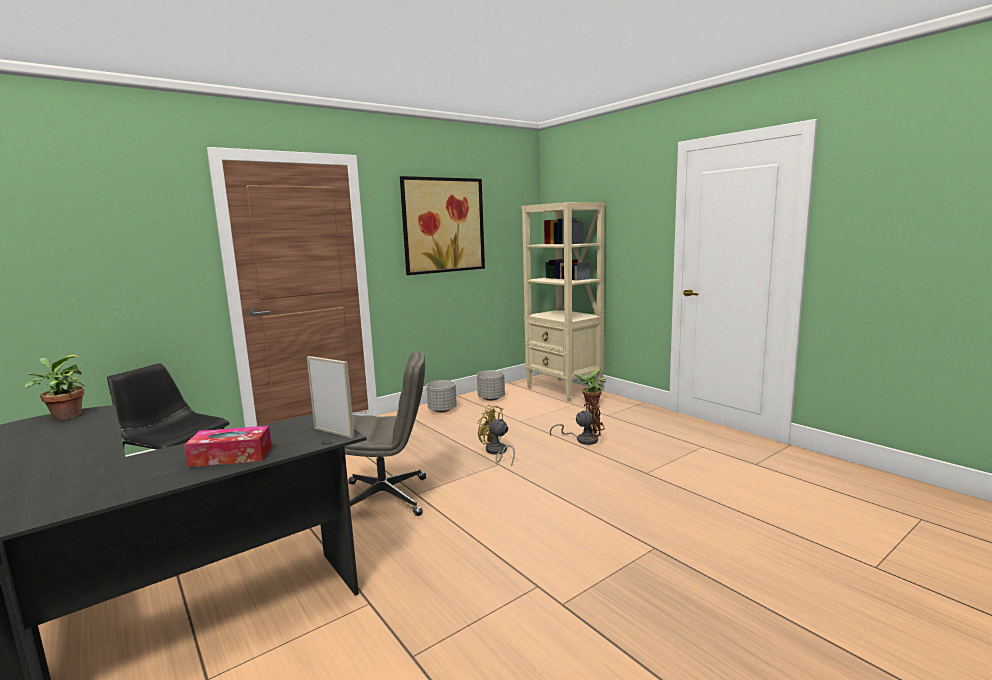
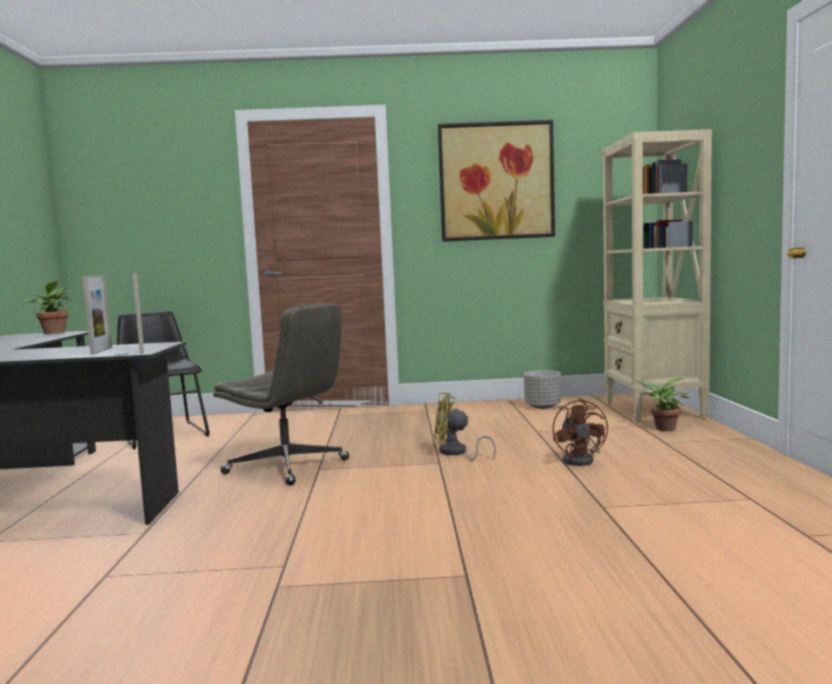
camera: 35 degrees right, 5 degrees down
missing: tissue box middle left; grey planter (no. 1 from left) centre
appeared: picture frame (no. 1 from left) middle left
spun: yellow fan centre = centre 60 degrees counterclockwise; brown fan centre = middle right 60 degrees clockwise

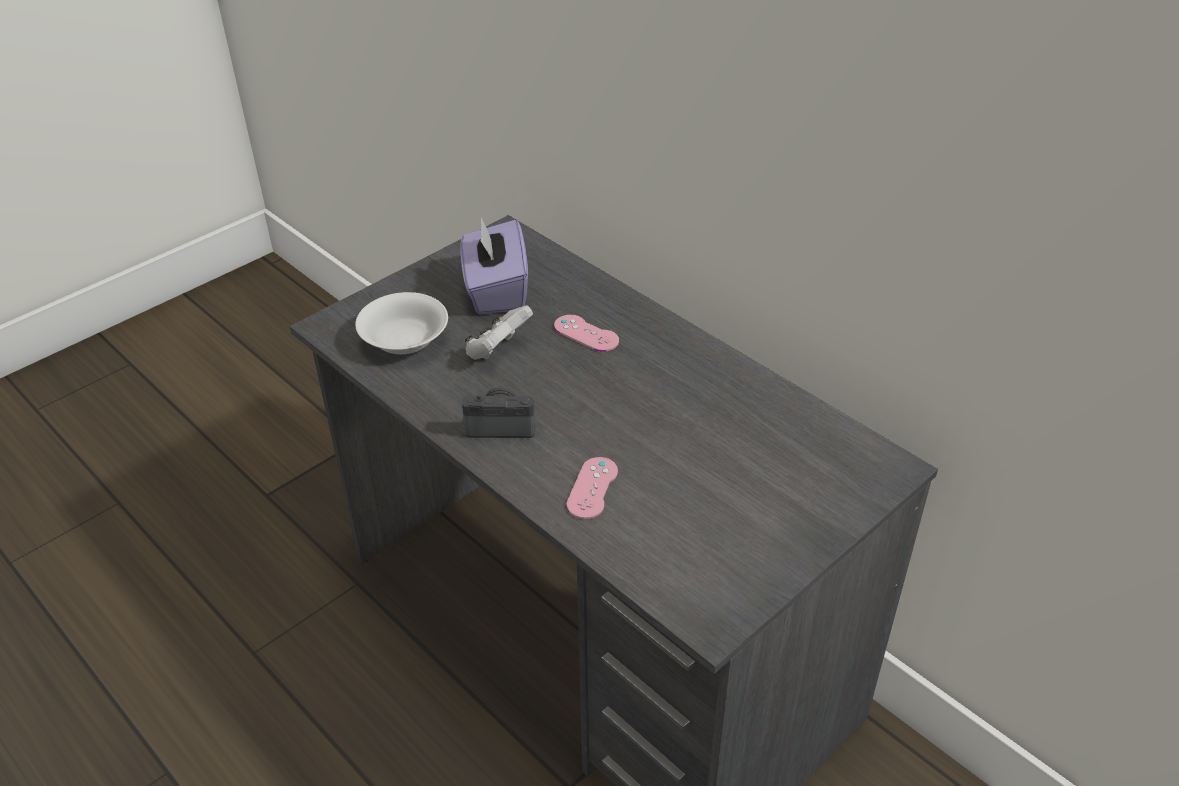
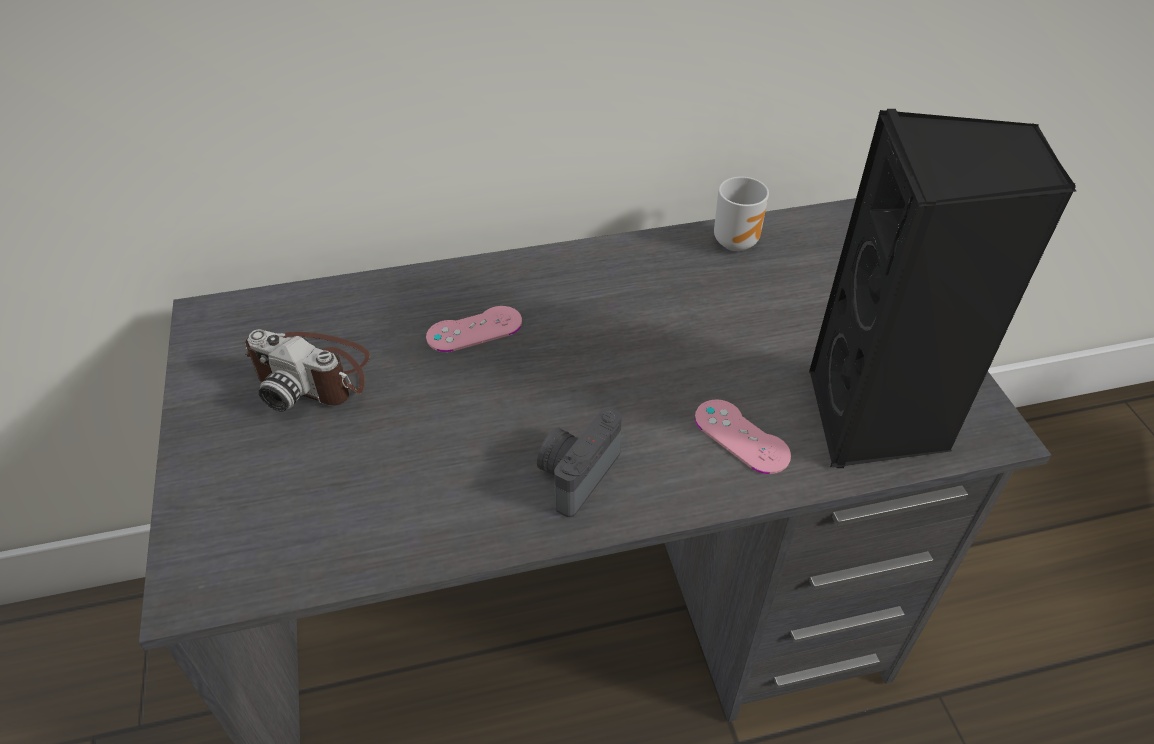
camera: 60 degrees left, 5 degrees up
missing: white bowl centre; white game controller centre
appeared: mug top centre; black speaker middle right
exchanged: purple tissue box centre to photo camera (no. 1 from left) middle left

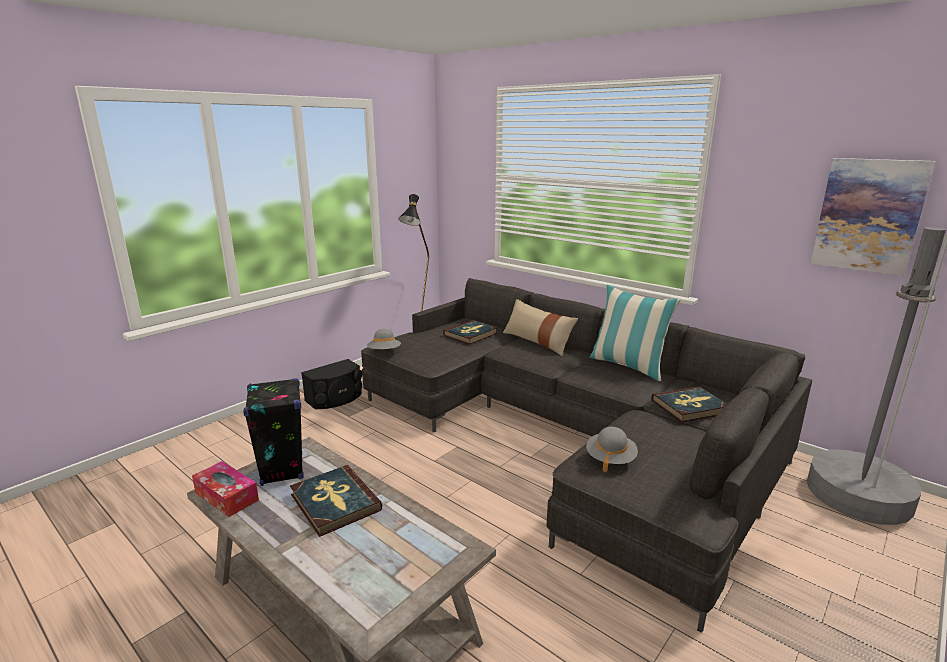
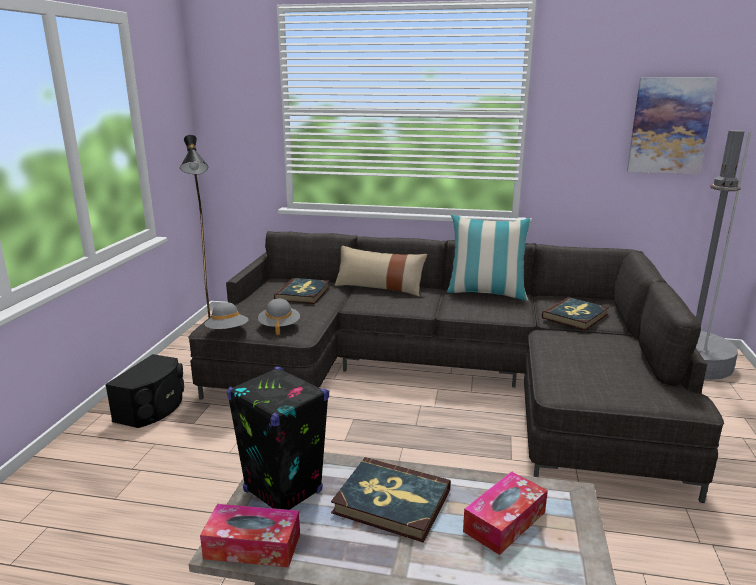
camera: 30 degrees left, 0 degrees up
appeared: tissue box (no. 2 from left) bottom right
relocated: grey hat (no. 2 from left) bottom centre to centre

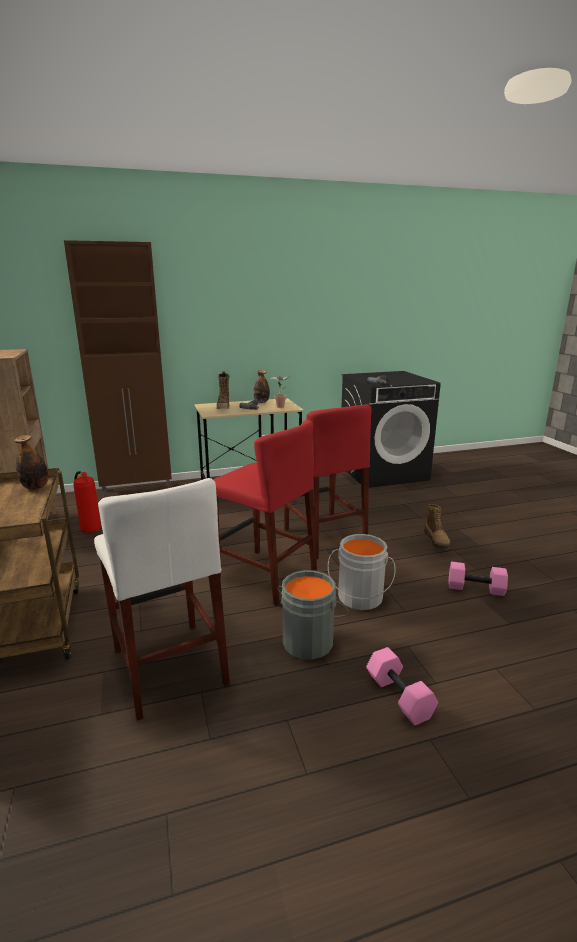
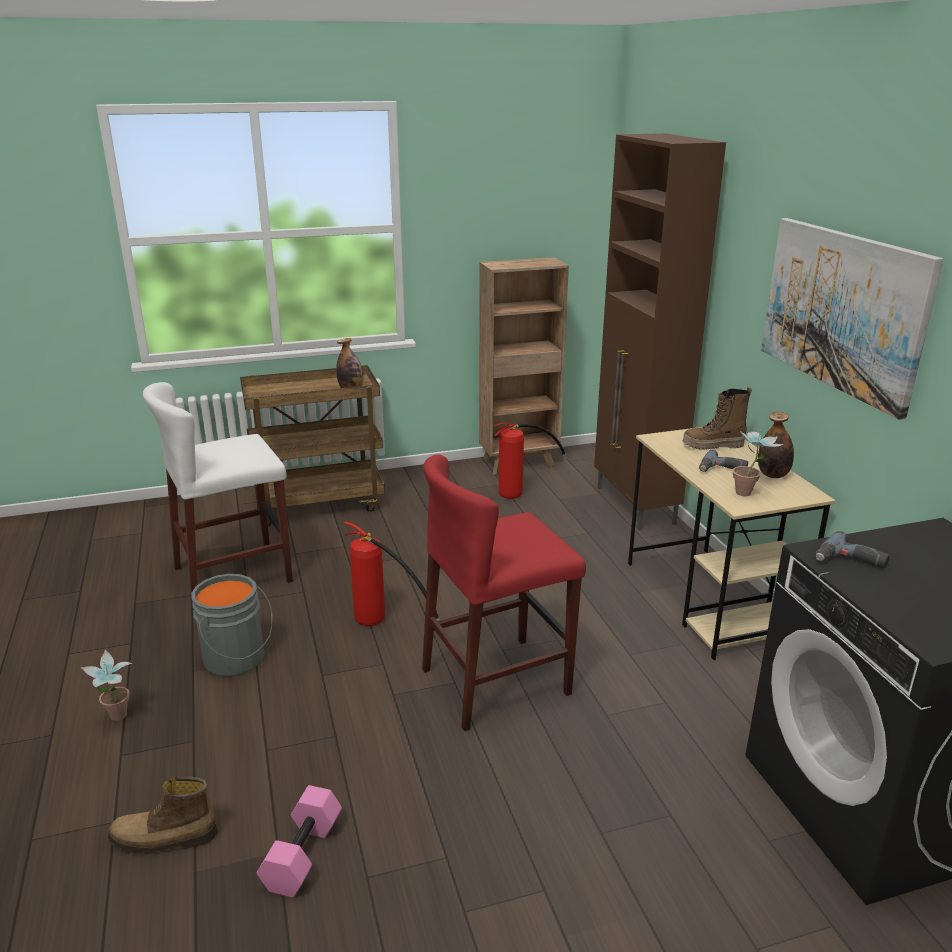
camera: 90 degrees right, 5 degrees up
missing: grey bucket (no. 2 from left) centre
appeared: picture middle right
relocated: boot (no. 2 from left in the first image) middle right to boot (no. 1 from left) bottom left
exchanged: red stool (no. 1 from left) centre to fire extinguisher (no. 1 from left) centre; pink dumbbell (no. 1 from left) bottom right to potted plant (no. 1 from left) bottom left

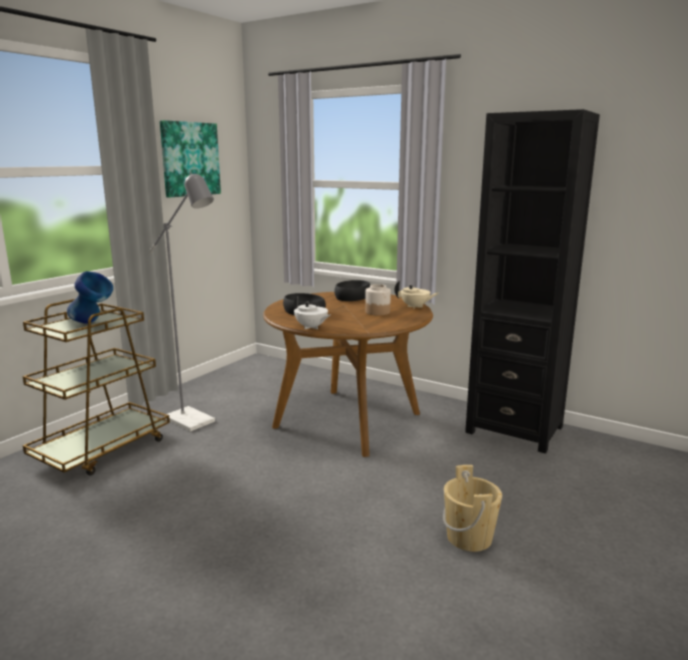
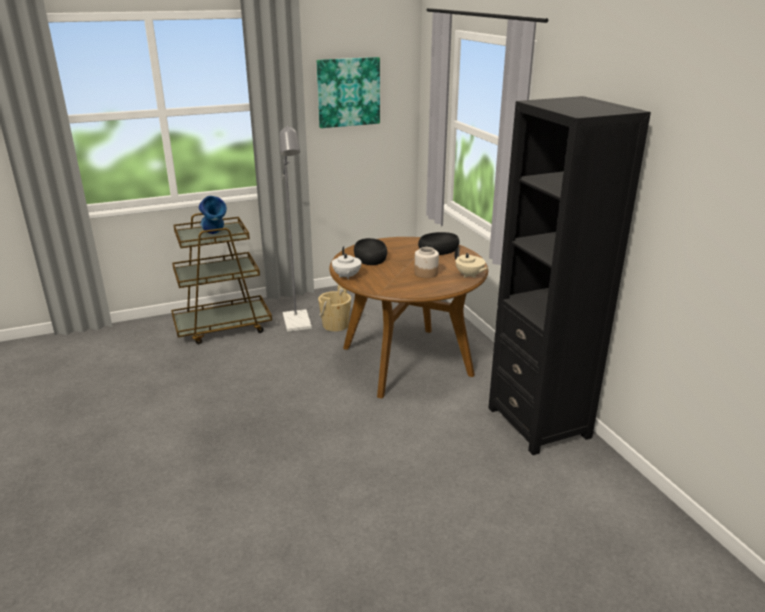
camera: 35 degrees right, 10 degrees up
relocated: beige bucket bottom right to centre

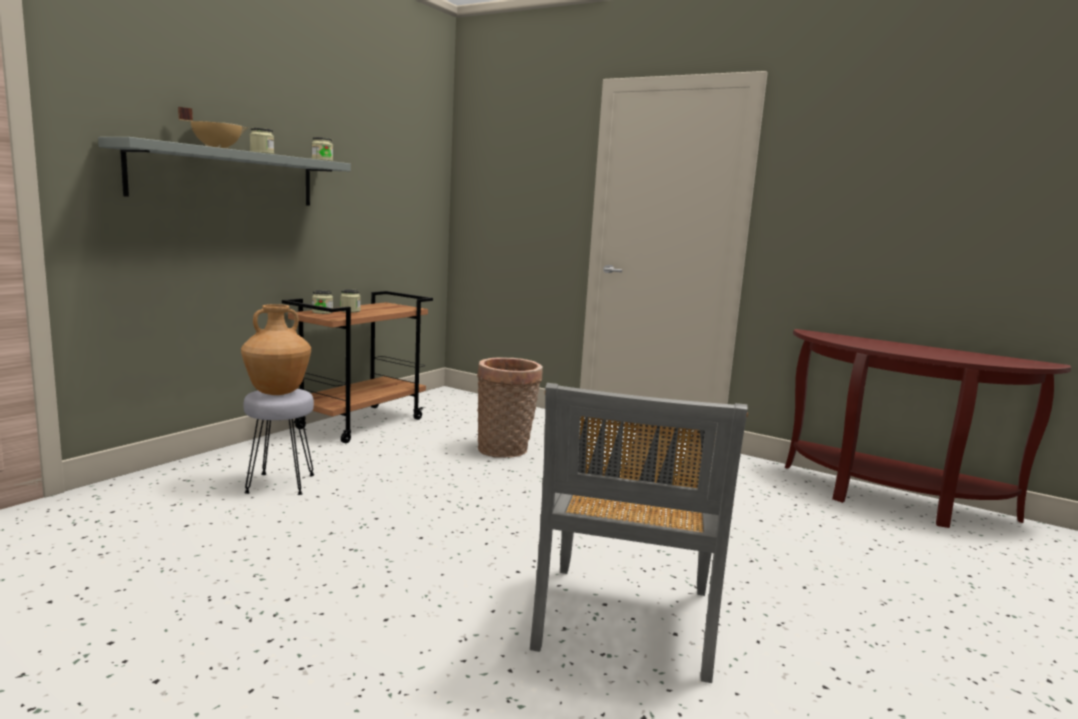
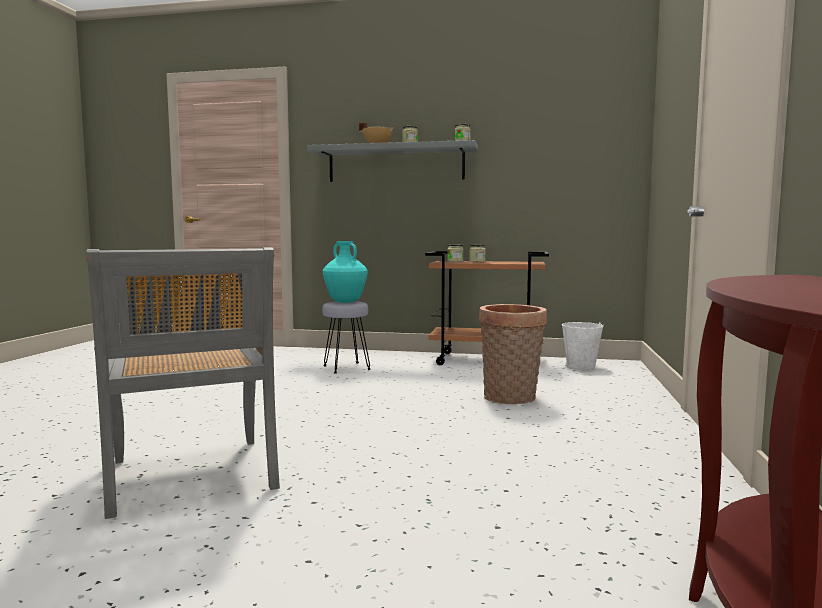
camera: 70 degrees right, 5 degrees down
appeared: white bucket middle right
colour: brown vase middle left to turquoise vase centre
spun: grey chair bottom centre = middle left 105 degrees counterclockwise

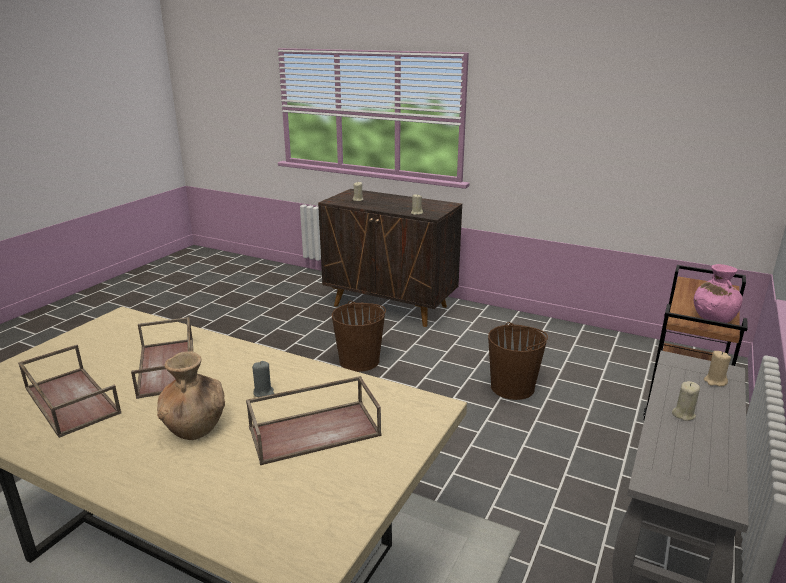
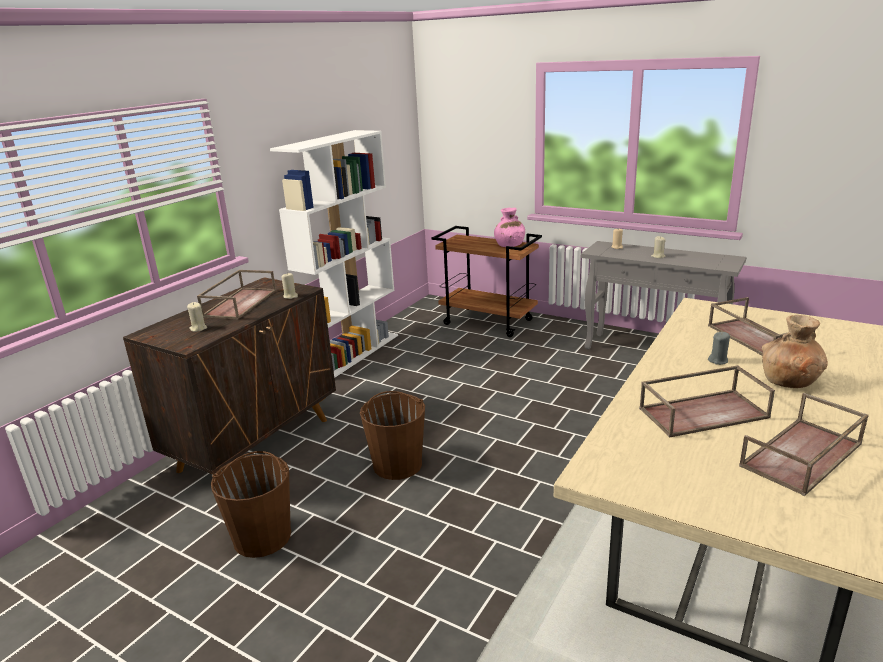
camera: 85 degrees left, 0 degrees up
appeared: brown tray (no. 1 from left) middle left; white bookcase centre
relocated: brown bucket (no. 2 from left in the first image) centre to brown bucket (no. 1 from left) bottom left

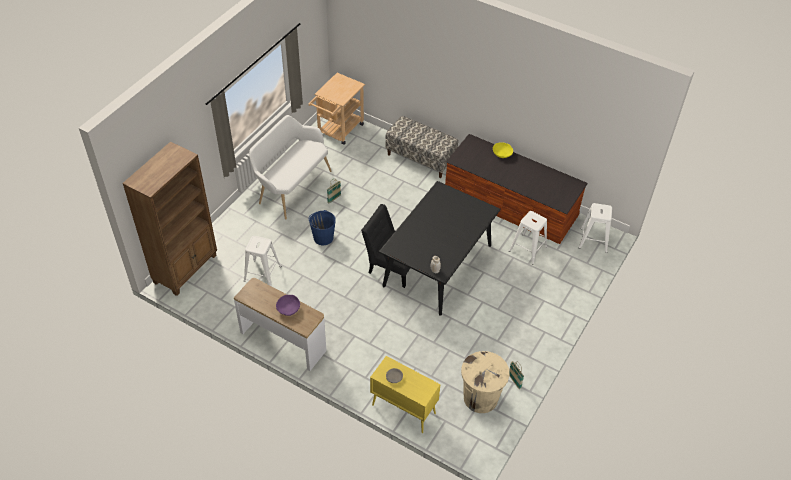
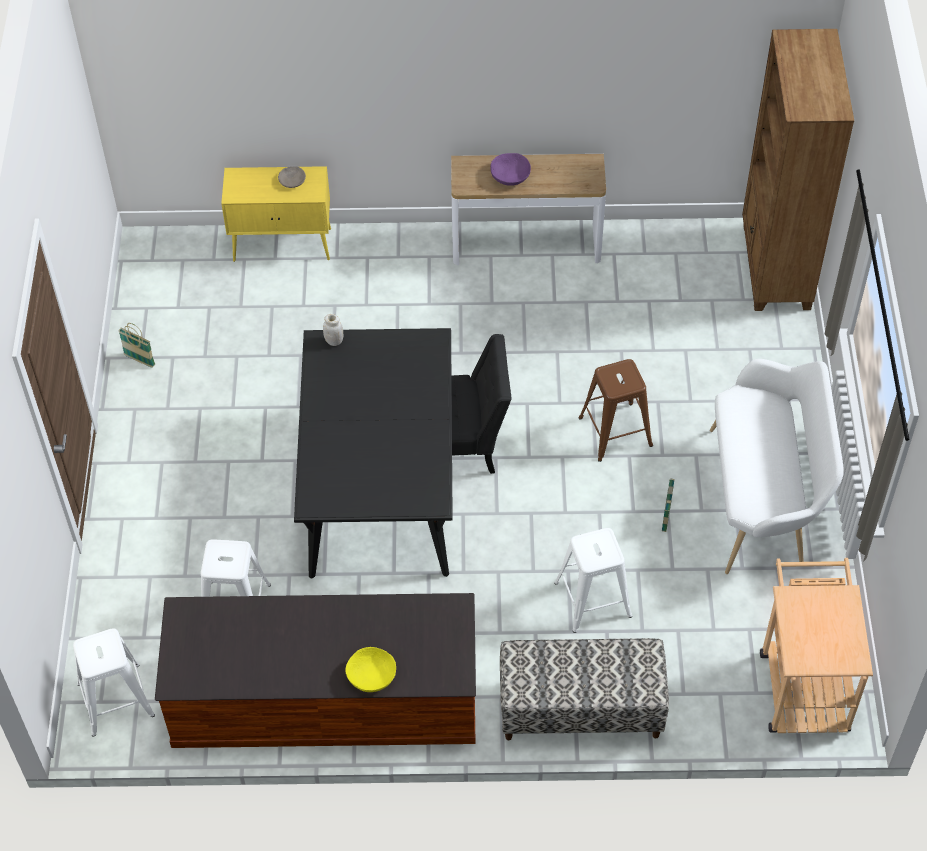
camera: 150 degrees right, 5 degrees up
missing: beige trash can bottom centre
relocated: white stool (no. 1 from left in the first image) middle left to white stool (no. 3 from left) bottom centre
exchanged: blue bucket centre to brown stool centre

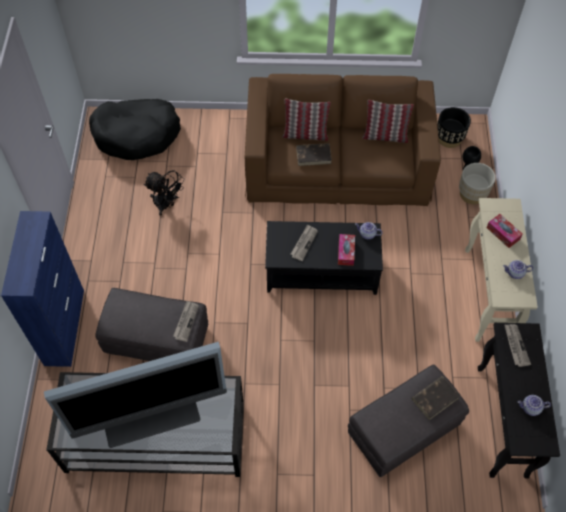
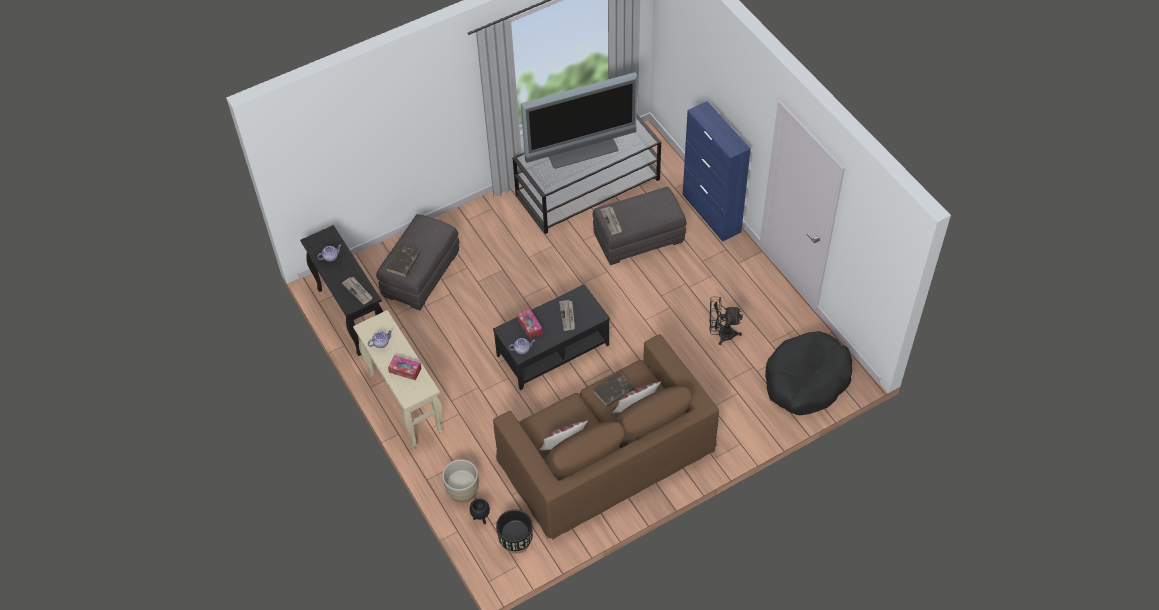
camera: 150 degrees right, 5 degrees down
spun: television bottom left = top centre 150 degrees counterclockwise

